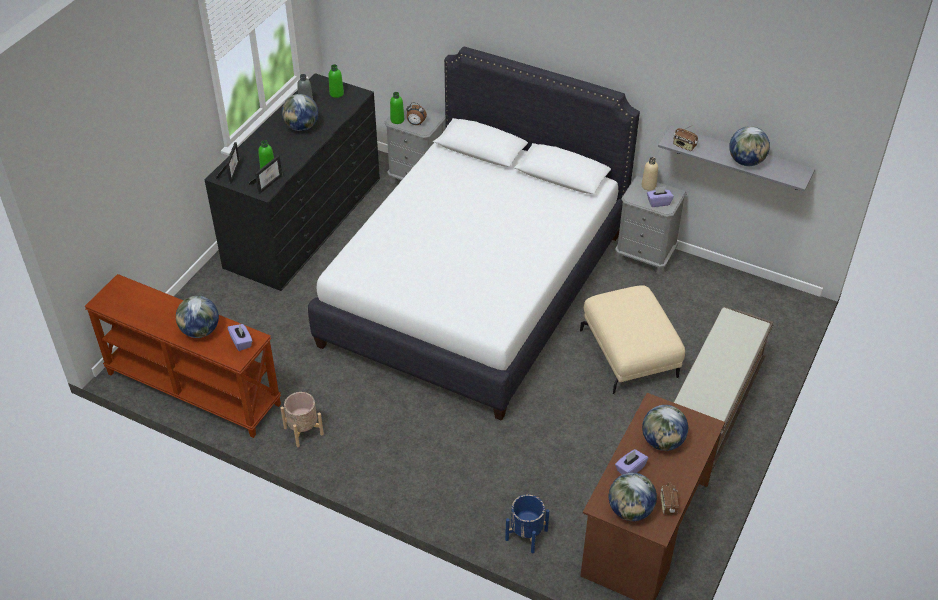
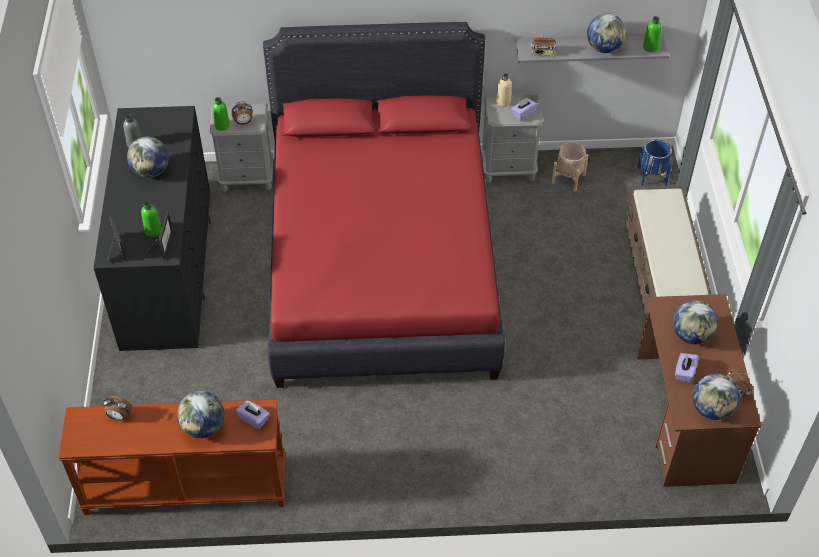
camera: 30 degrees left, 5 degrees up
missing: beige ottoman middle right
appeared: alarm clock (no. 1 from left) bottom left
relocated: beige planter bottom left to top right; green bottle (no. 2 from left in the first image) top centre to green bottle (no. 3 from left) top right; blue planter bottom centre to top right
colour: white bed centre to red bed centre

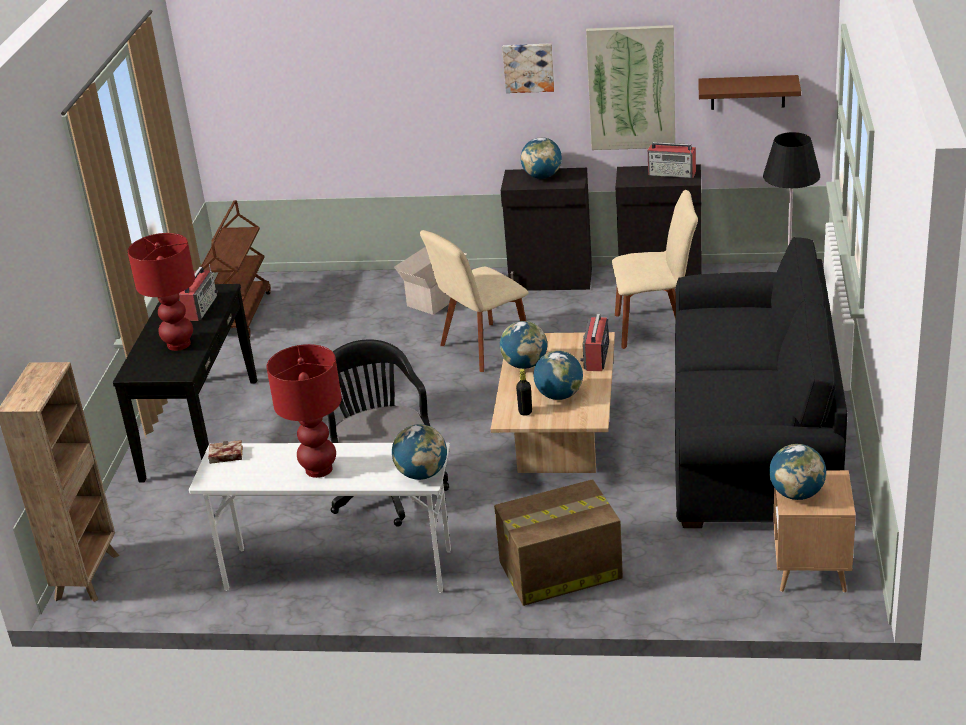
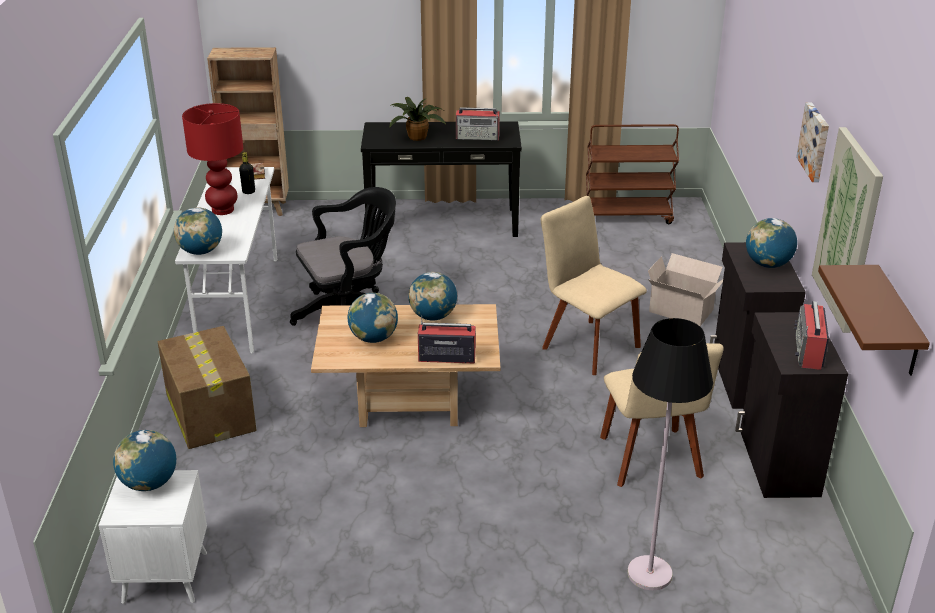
camera: 80 degrees right, 0 degrees up
missing: black sofa middle right
relocated: black bottle centre to top left
exchanged: red table lamp (no. 1 from left) middle left to potted plant top centre
colour: brown side table bottom right to white side table bottom left

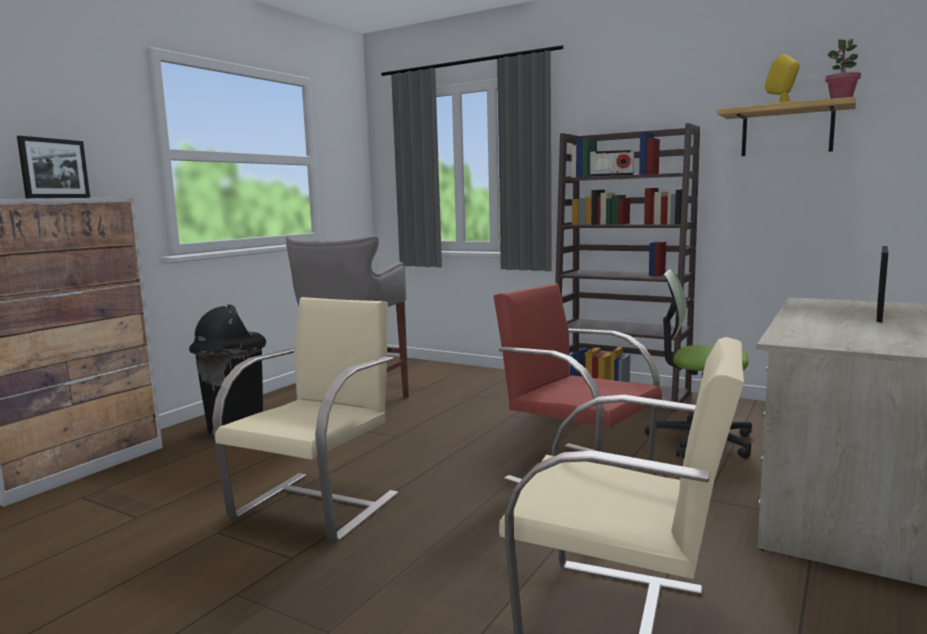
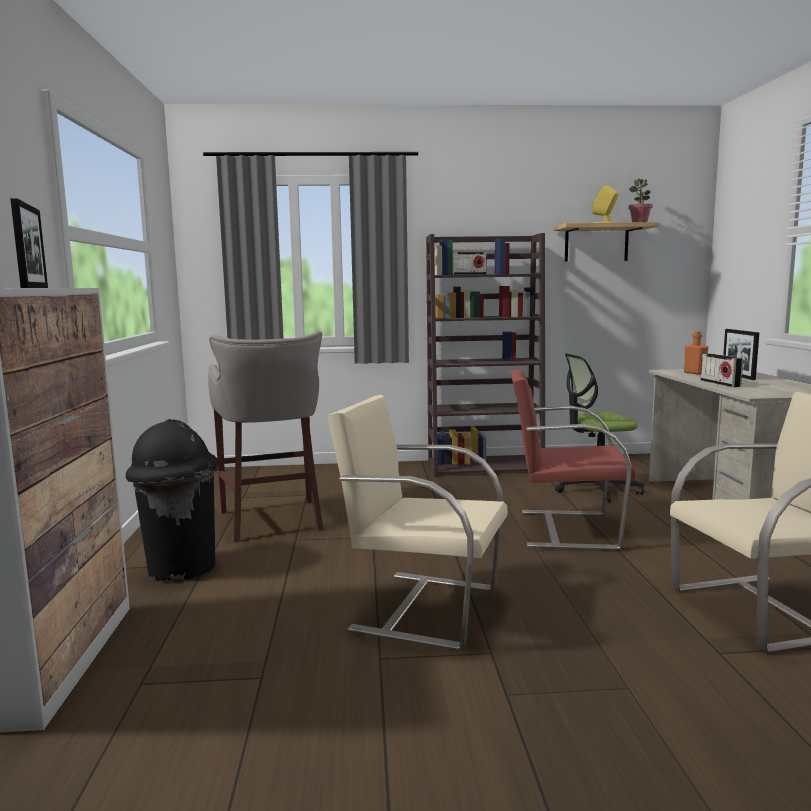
camera: 35 degrees left, 0 degrees up
appeared: orange bottle middle right; radio (no. 2 from left) middle right
spun: beige chair (no. 1 from left) middle left = centre 60 degrees counterclockwise

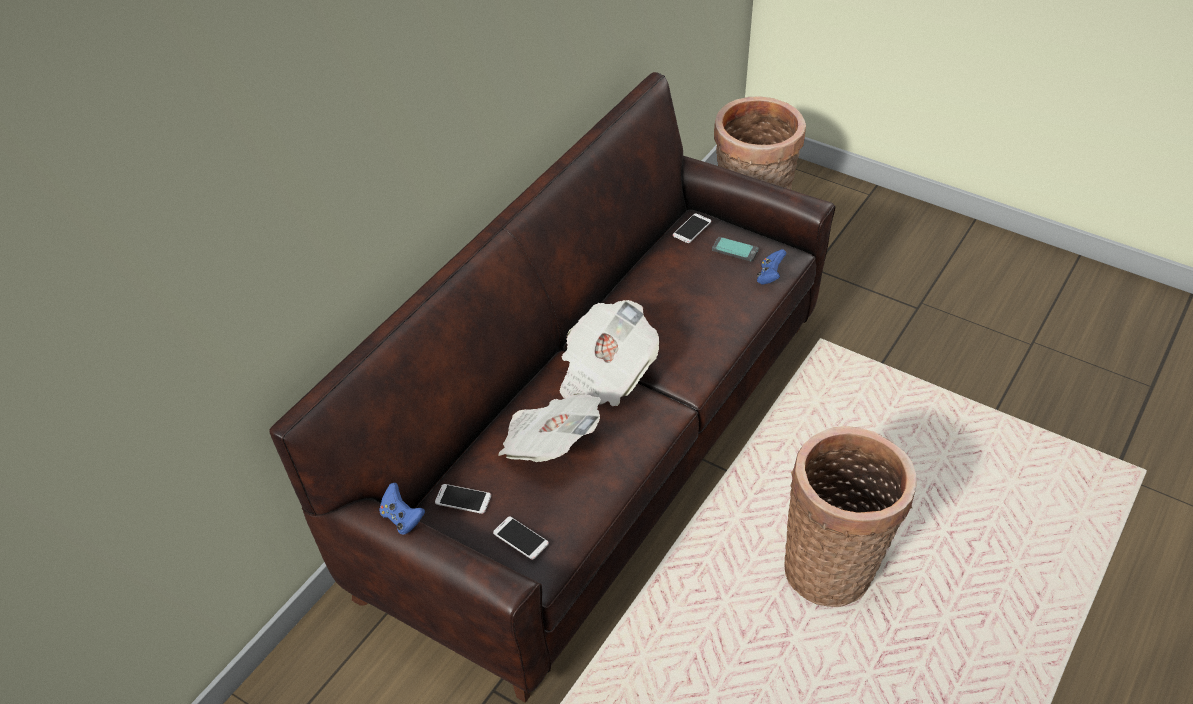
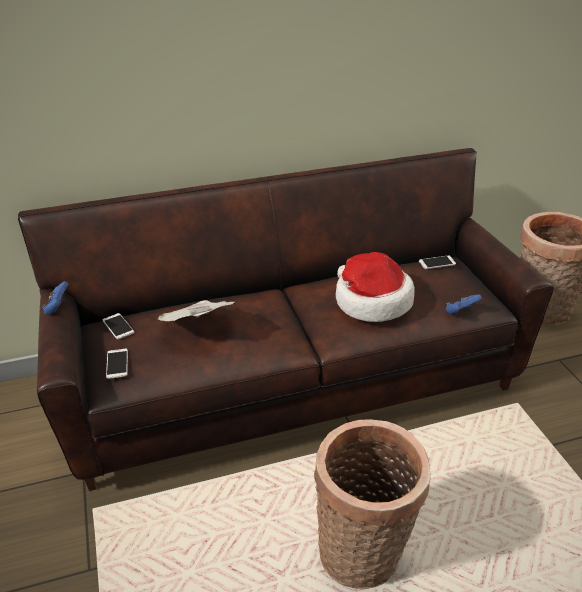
camera: 40 degrees right, 10 degrees down
missing: newspaper (no. 2 from left) centre; phone (no. 4 from left) centre
appeared: hat centre

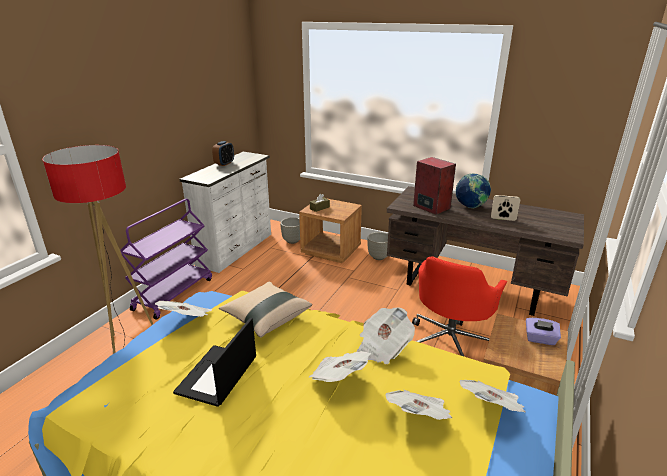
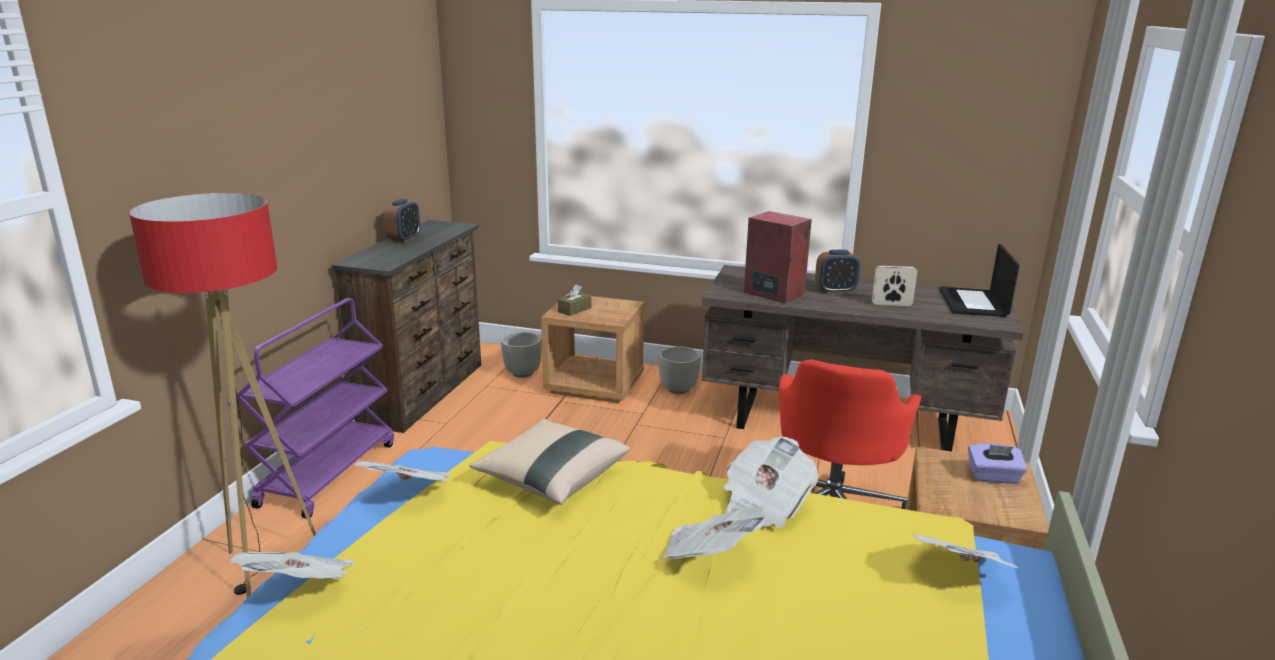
camera: 10 degrees left, 5 degrees down
relocated: laptop bottom left to middle right; newspaper (no. 4 from left in the first image) bottom centre to newspaper (no. 1 from left) bottom left
exchanged: globe middle right to alarm clock (no. 2 from left) centre
colour: white dresser centre to brown dresser middle left

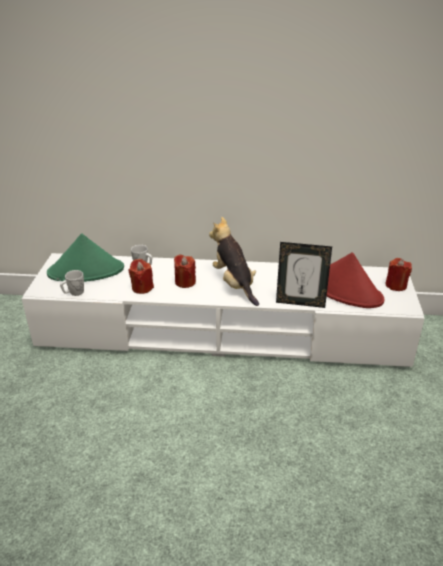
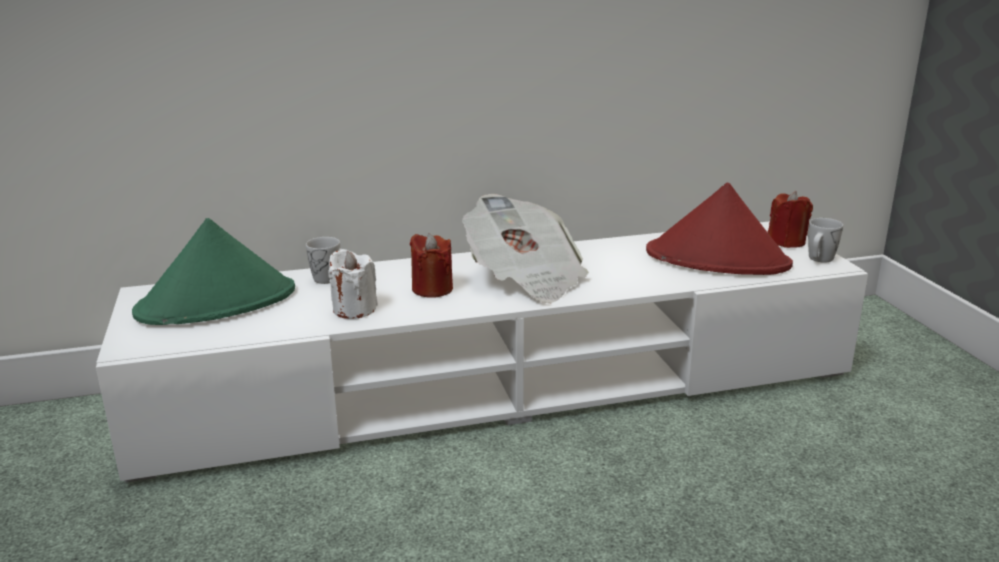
camera: 20 degrees left, 10 degrees down
missing: picture frame middle right
relocated: white mug (no. 1 from left in the first image) middle left to white mug (no. 2 from left) middle right
exchanged: plush toy centre to newspaper centre
colour: red candle (no. 1 from left) middle left to white candle centre

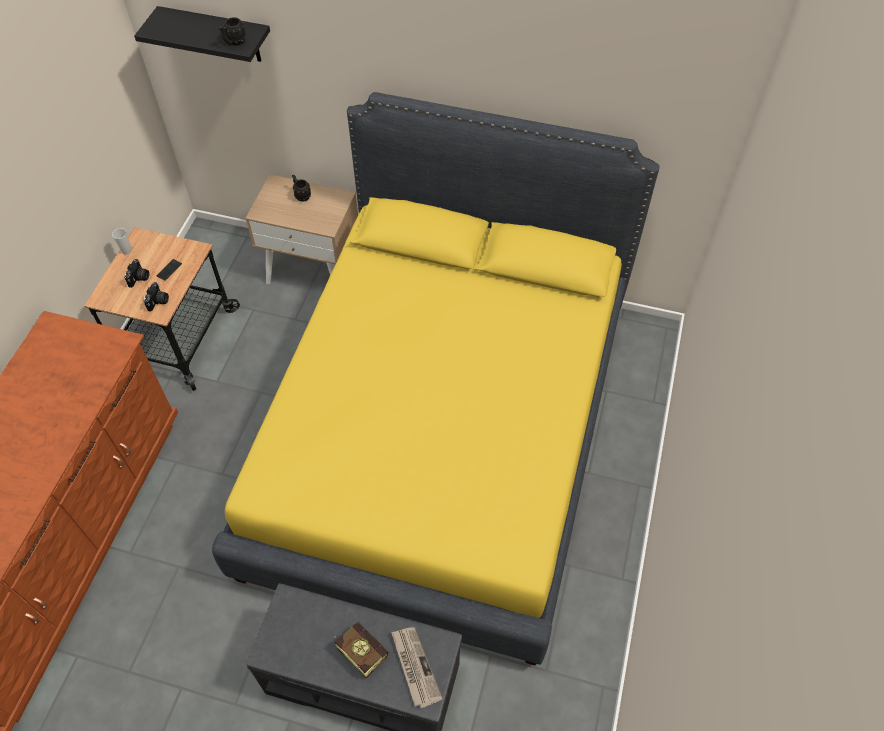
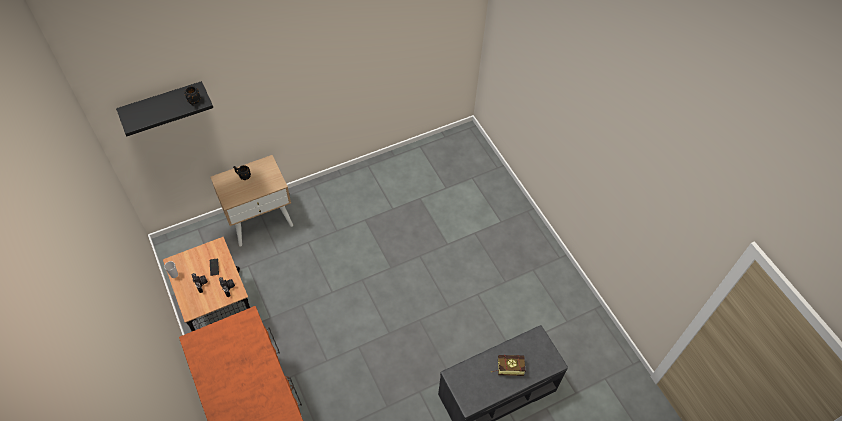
camera: 45 degrees left, 0 degrees up
missing: yellow bed centre; newspaper bottom centre

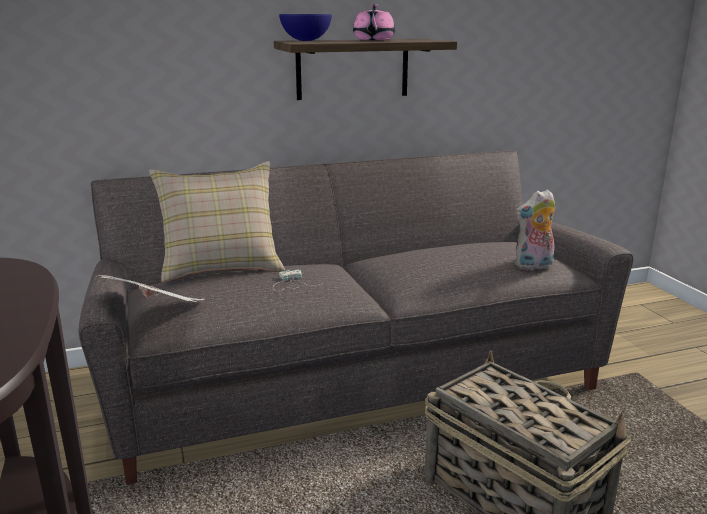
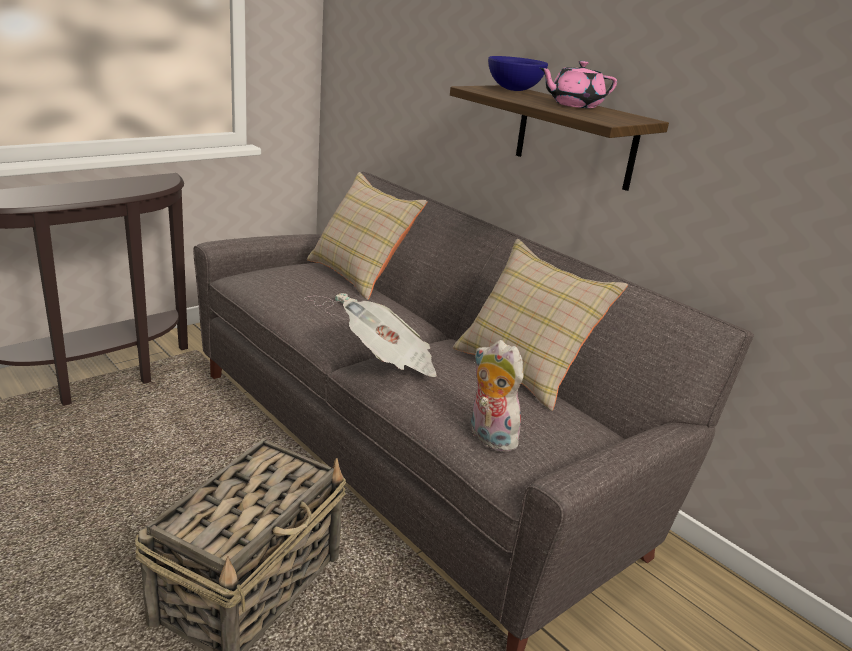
camera: 65 degrees right, 5 degrees up
appeared: beige pillow (no. 2 from left) centre
relocated: newspaper middle left to centre

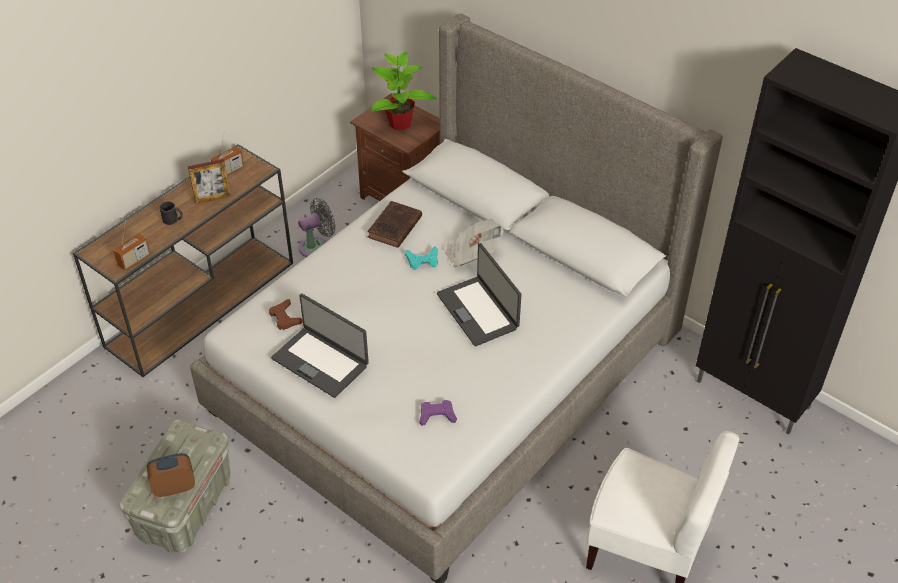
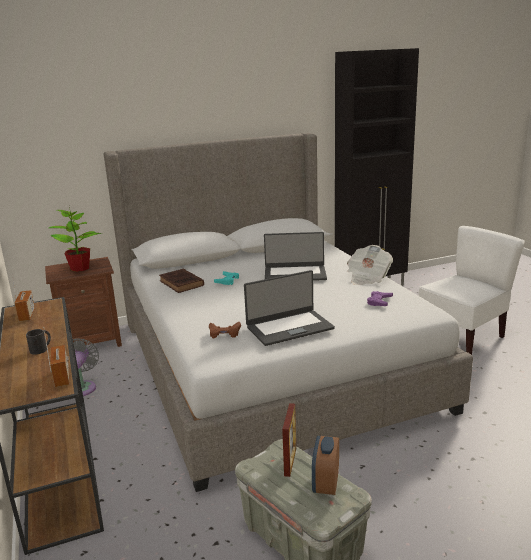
camera: 60 degrees left, 25 degrees down
relocated: picture frame top left to bottom centre; newspaper centre to middle right

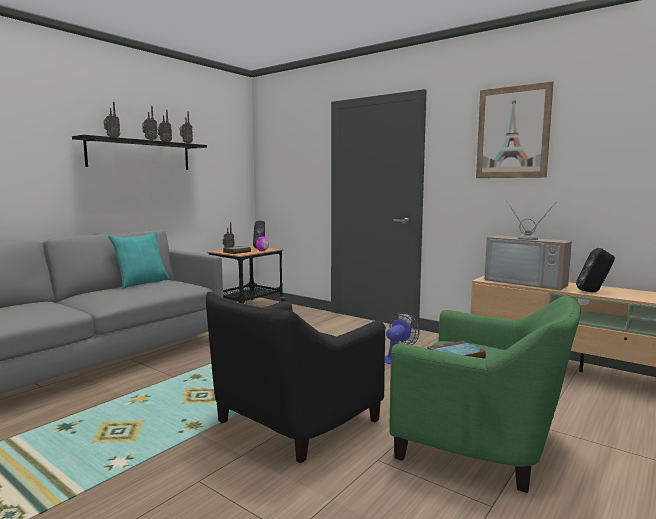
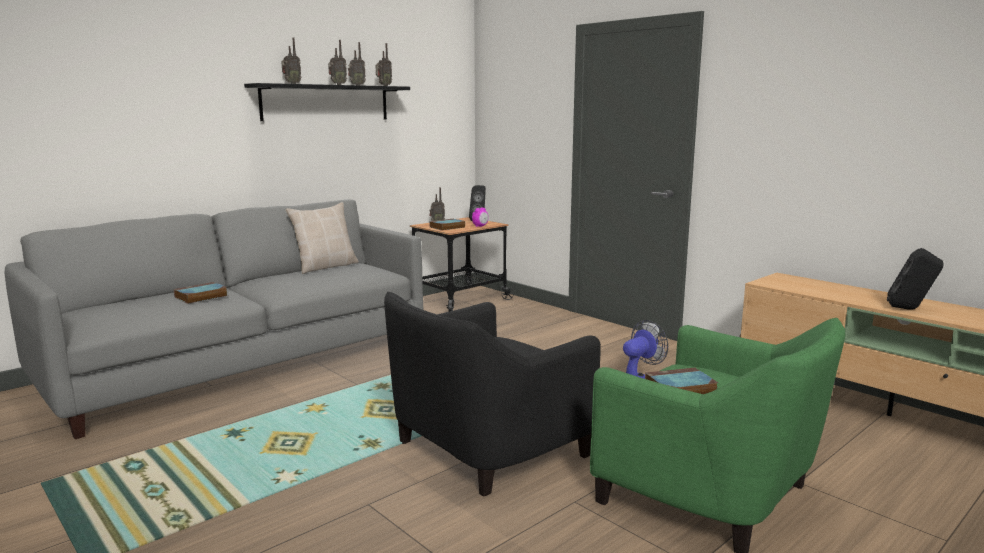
camera: 10 degrees right, 5 degrees up
missing: picture top right; television middle right
appeared: book (no. 1 from left) middle left
colour: turquoise pillow middle left to beige pillow middle left

